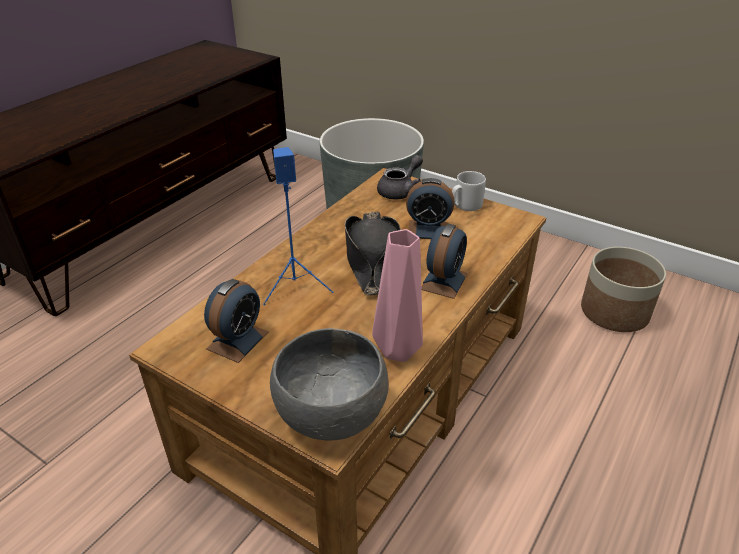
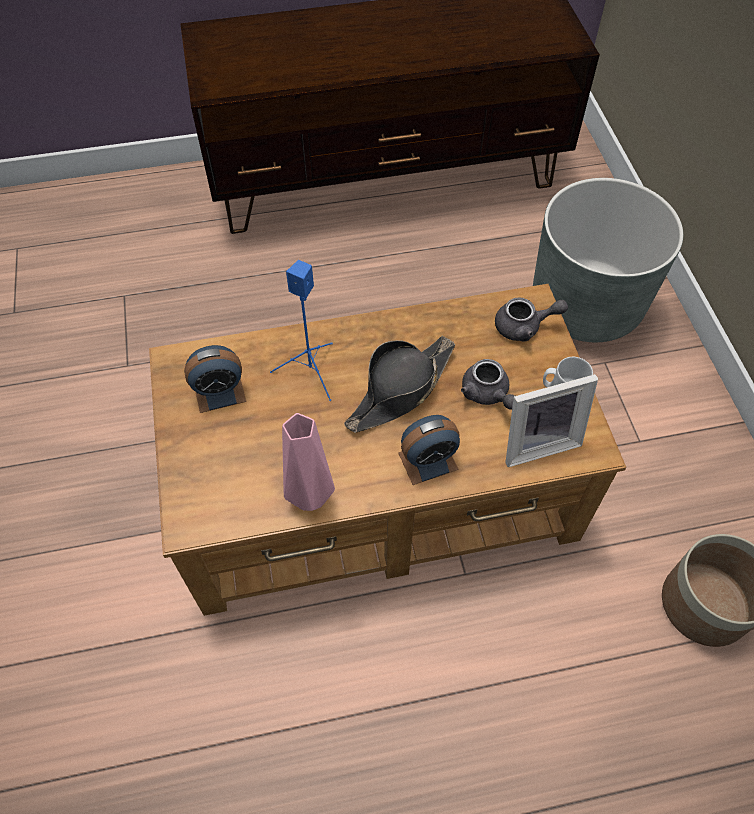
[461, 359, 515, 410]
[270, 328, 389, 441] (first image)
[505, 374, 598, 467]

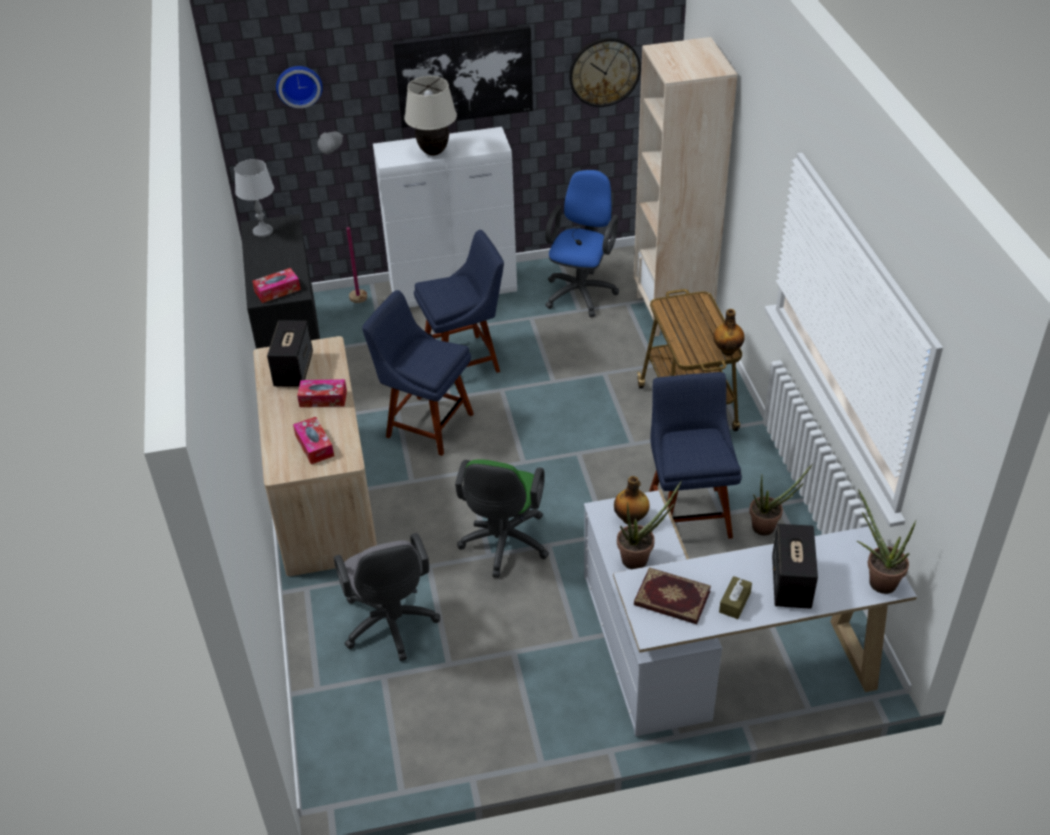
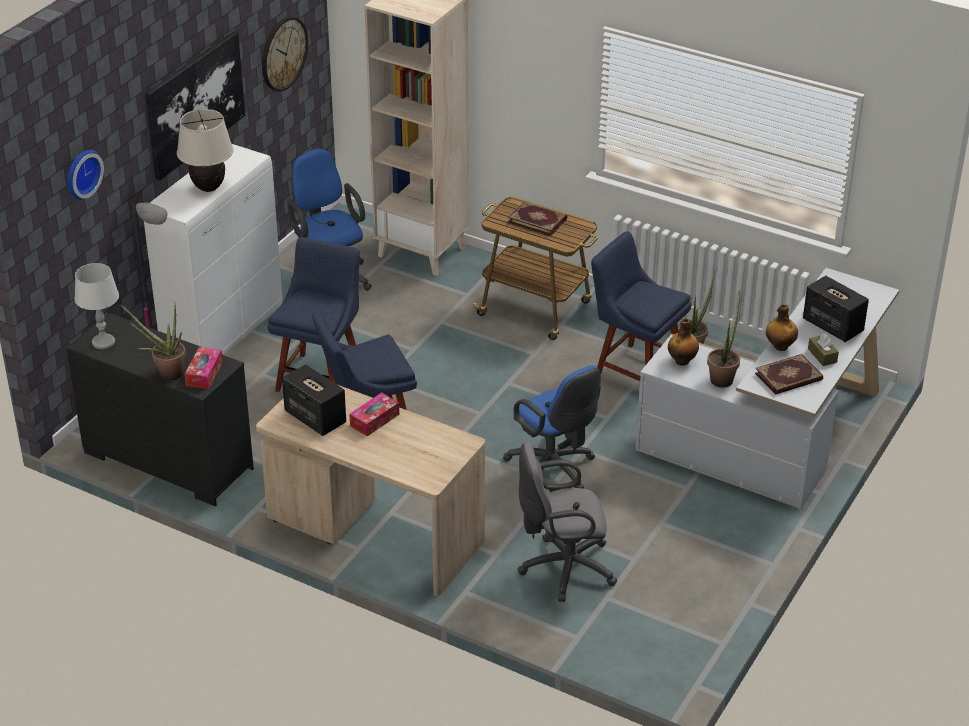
[766, 304, 798, 351]
[293, 417, 334, 464] (first image)
[503, 365, 601, 489]
[121, 302, 186, 380]
[518, 442, 617, 602]
[508, 202, 567, 236]

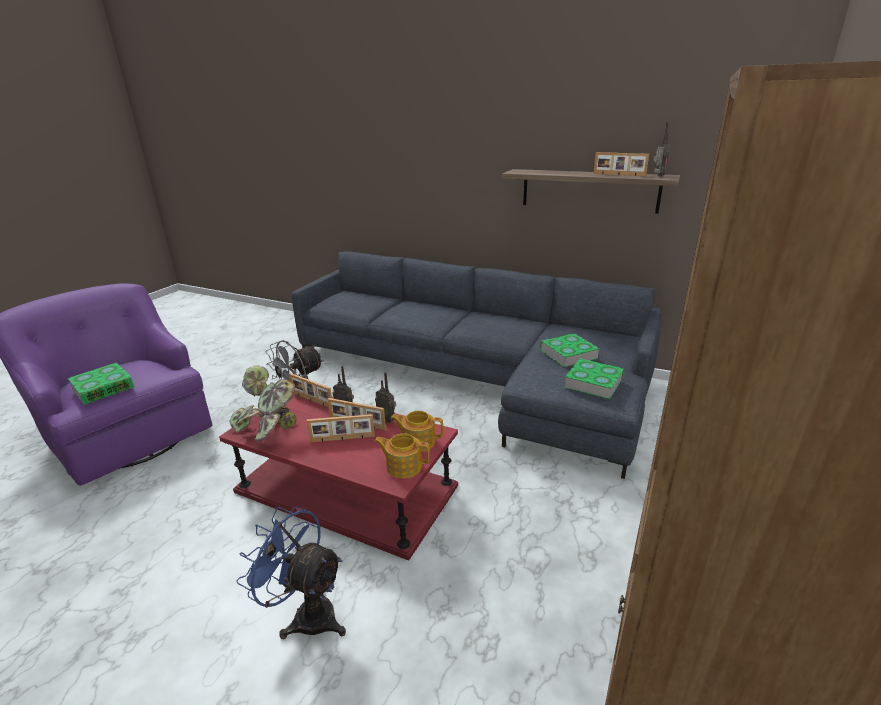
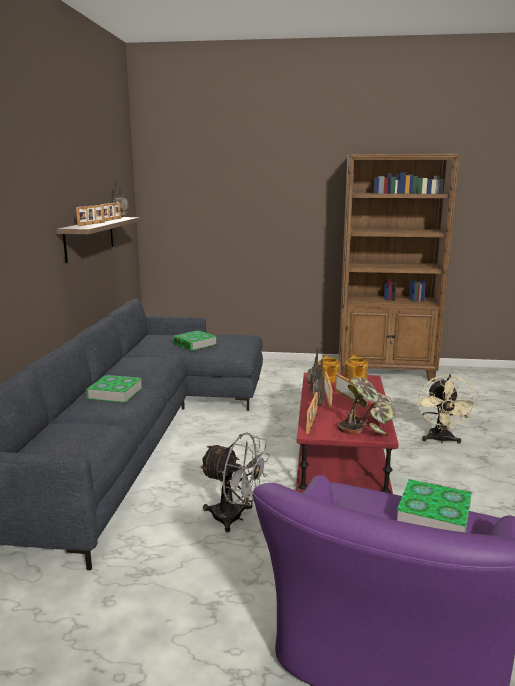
[86, 375, 142, 403]
[418, 375, 477, 444]
[76, 205, 105, 226]

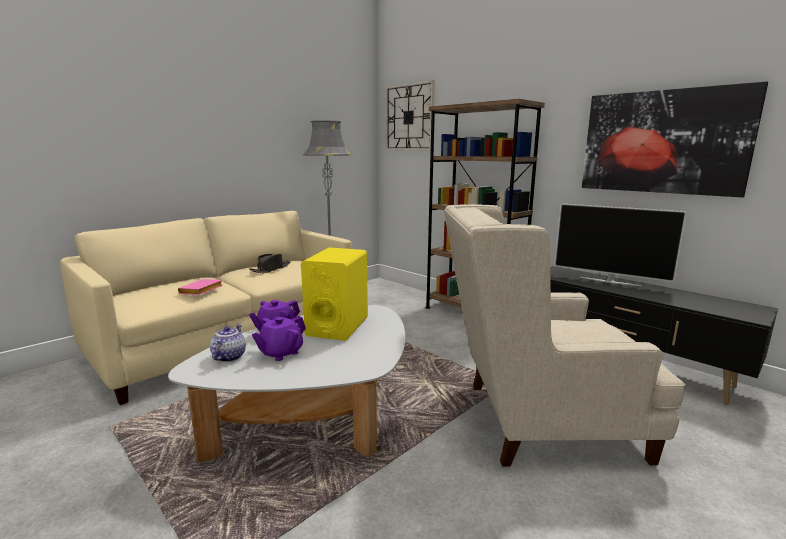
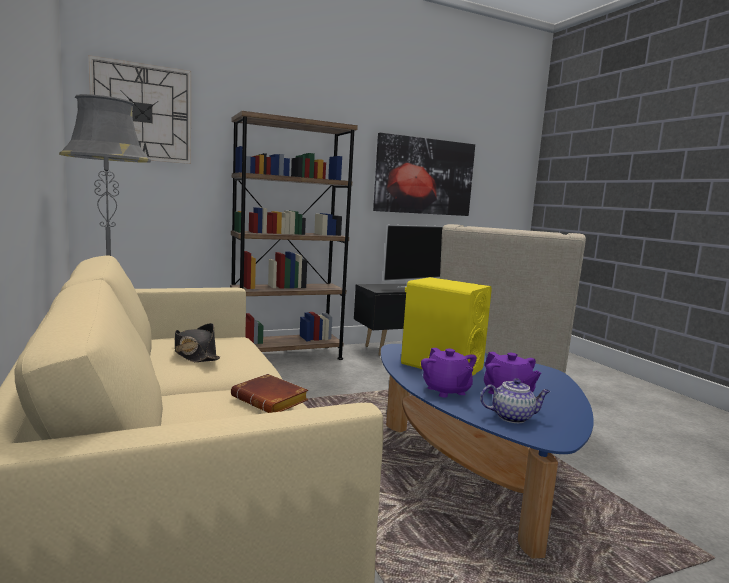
[231, 374, 308, 413]
[381, 344, 594, 559]
[480, 378, 550, 423]

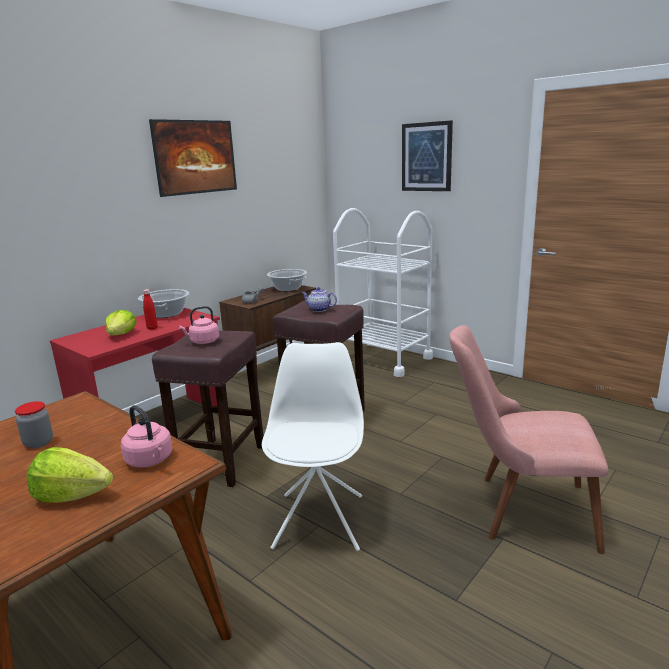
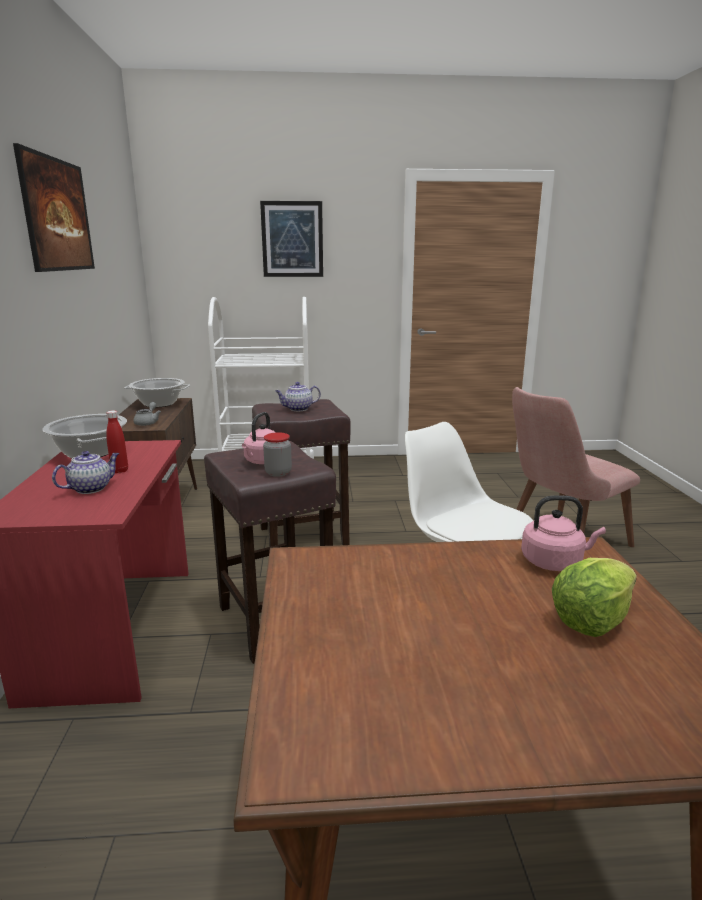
[52, 451, 119, 494]
[263, 432, 292, 477]

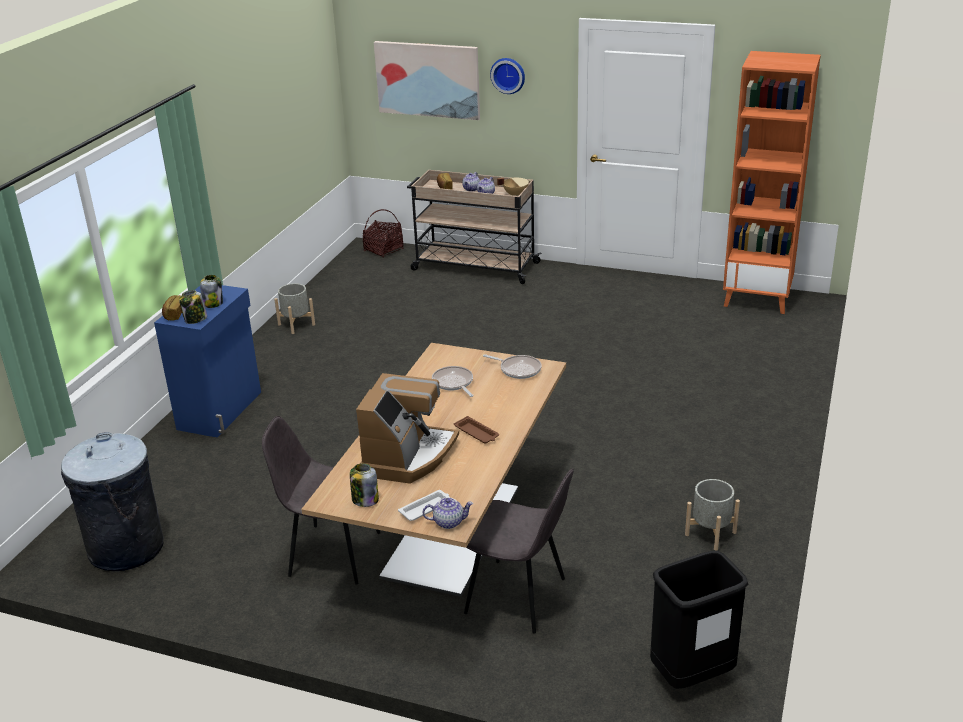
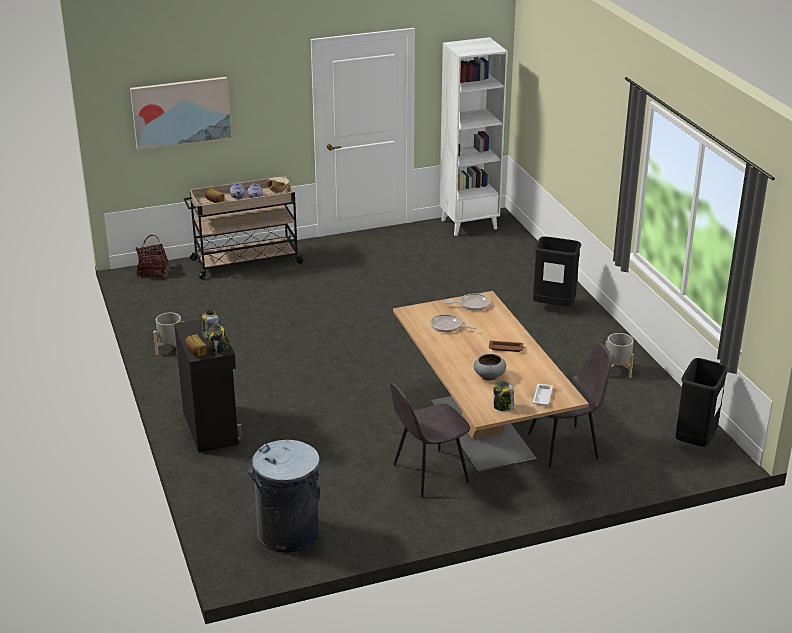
[440, 37, 508, 236]
[490, 58, 525, 94] (first image)
[174, 319, 242, 453]
[474, 354, 506, 380]
[422, 497, 473, 529] (first image)
[533, 237, 581, 306]

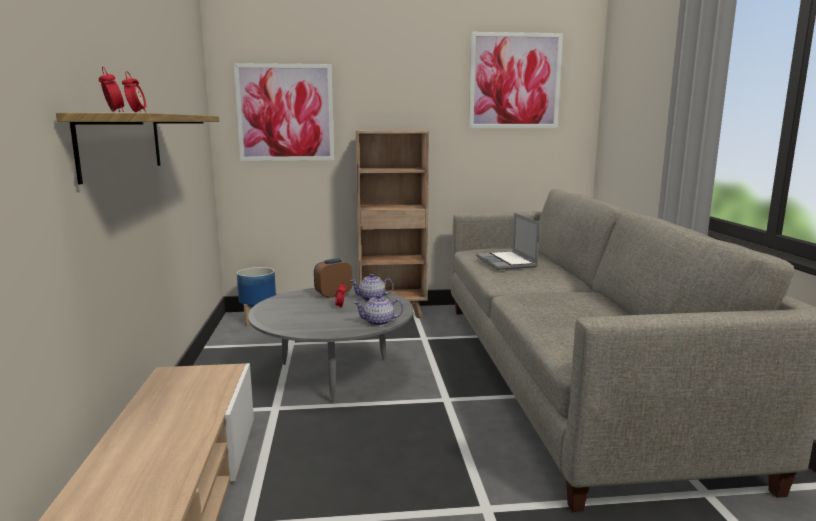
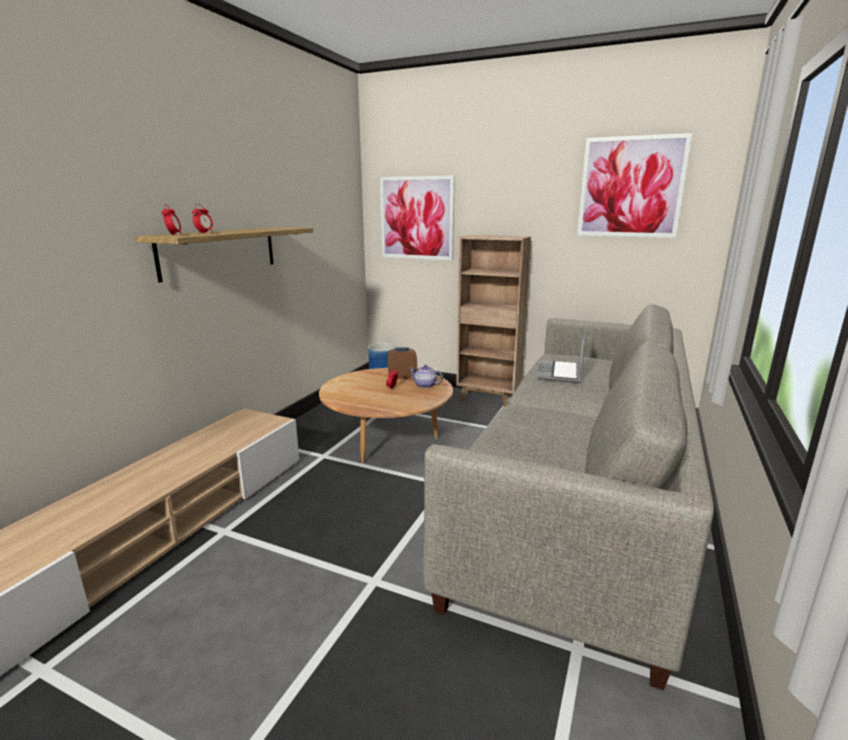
[319, 368, 453, 463]
[354, 294, 404, 326] (first image)

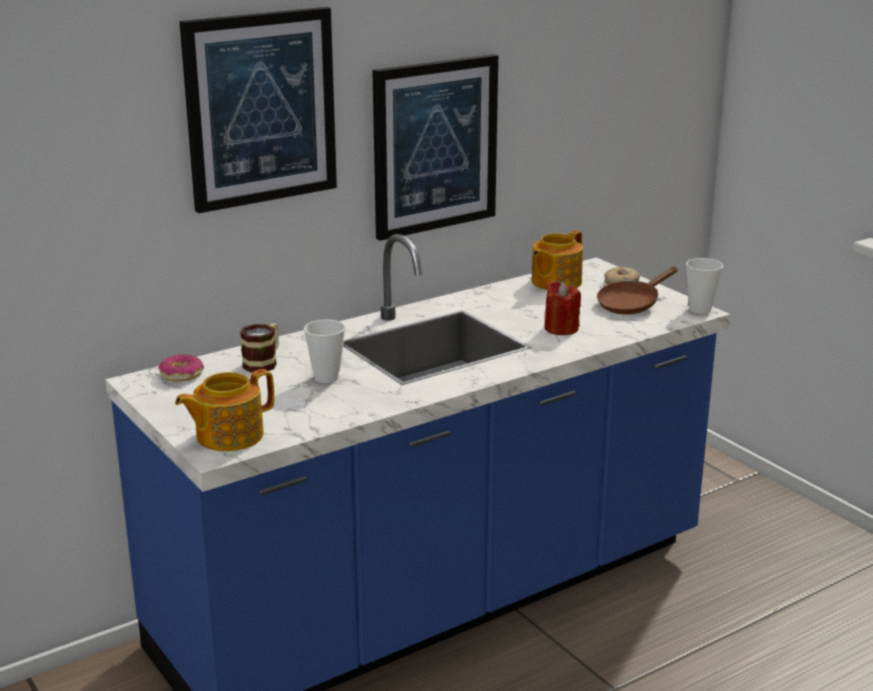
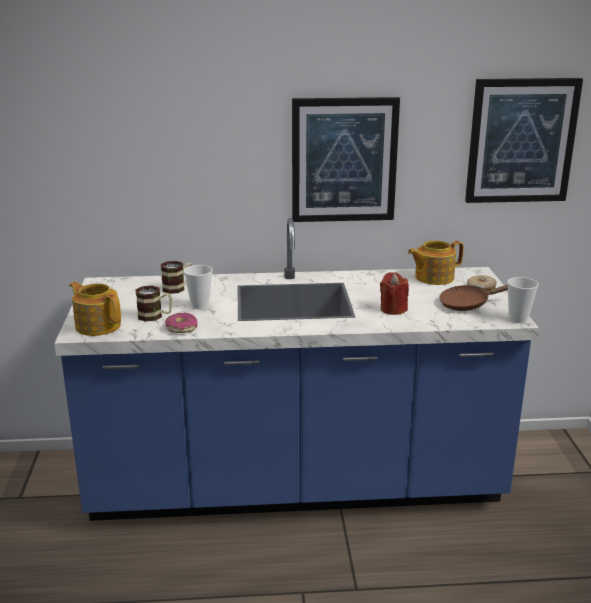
[465, 78, 583, 203]
[165, 313, 198, 333]
[69, 282, 121, 336]
[135, 285, 172, 322]

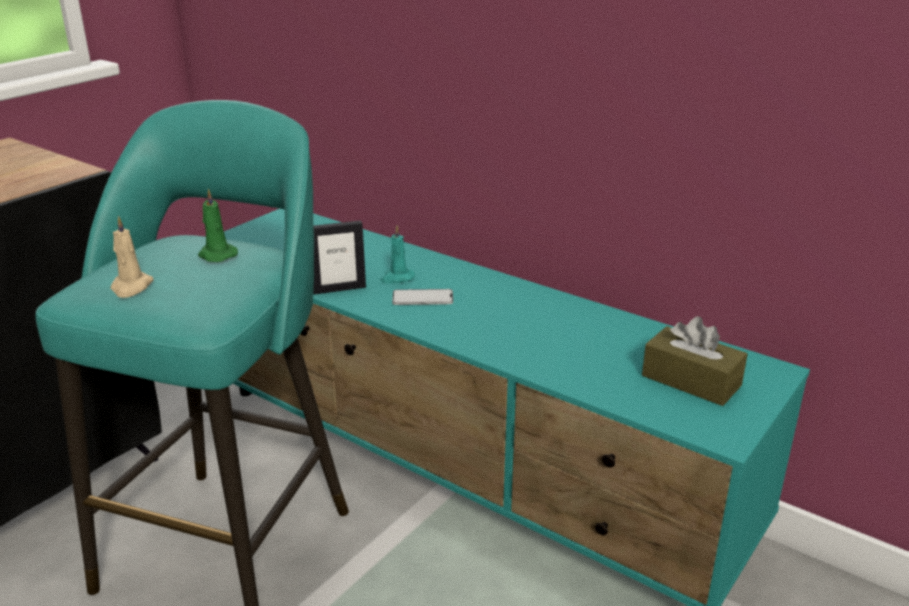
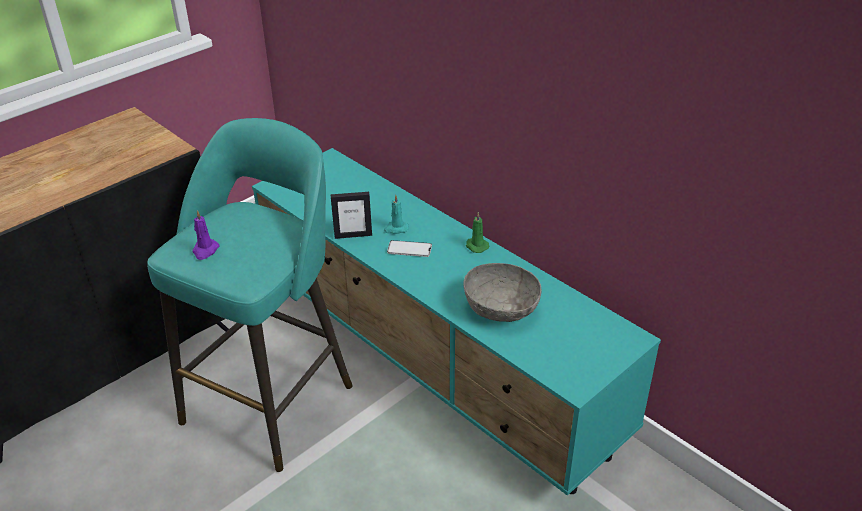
[466, 212, 489, 253]
[193, 210, 219, 260]
[642, 317, 748, 406] (first image)
[464, 263, 542, 322]

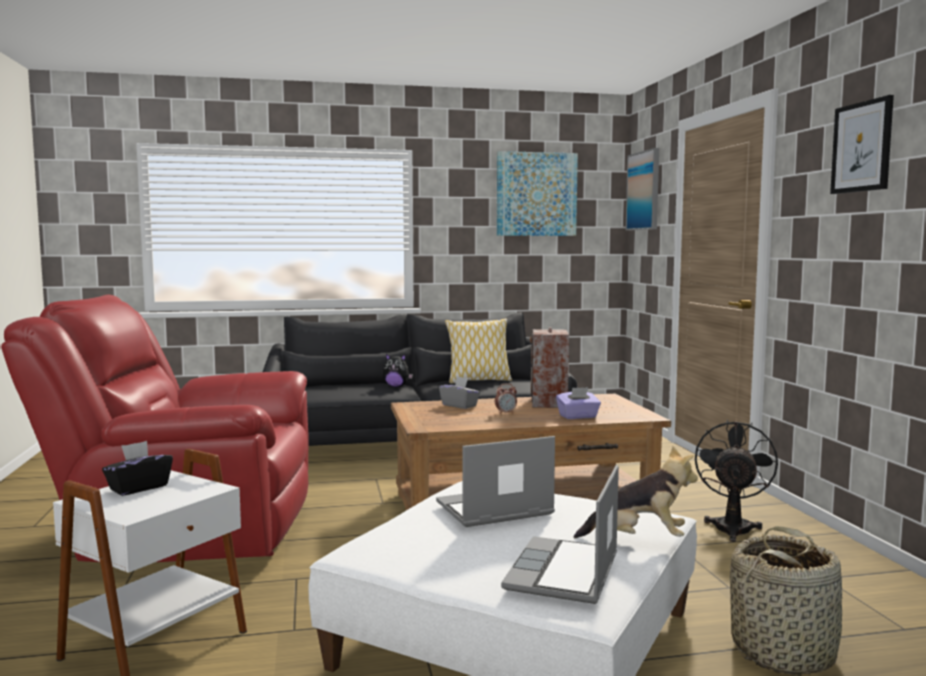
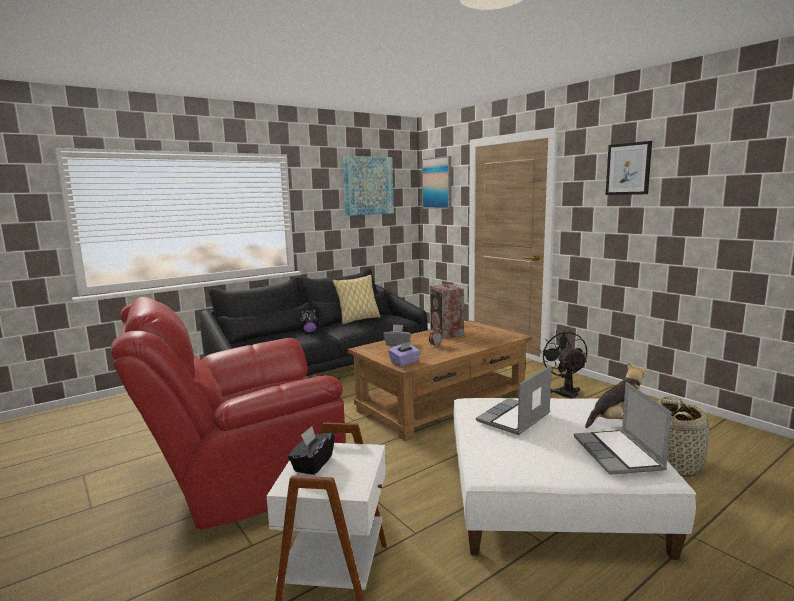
[388, 341, 420, 367]

